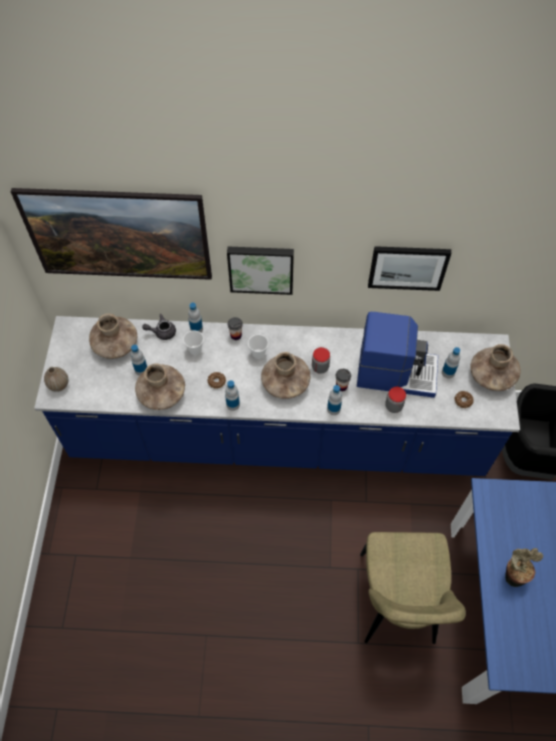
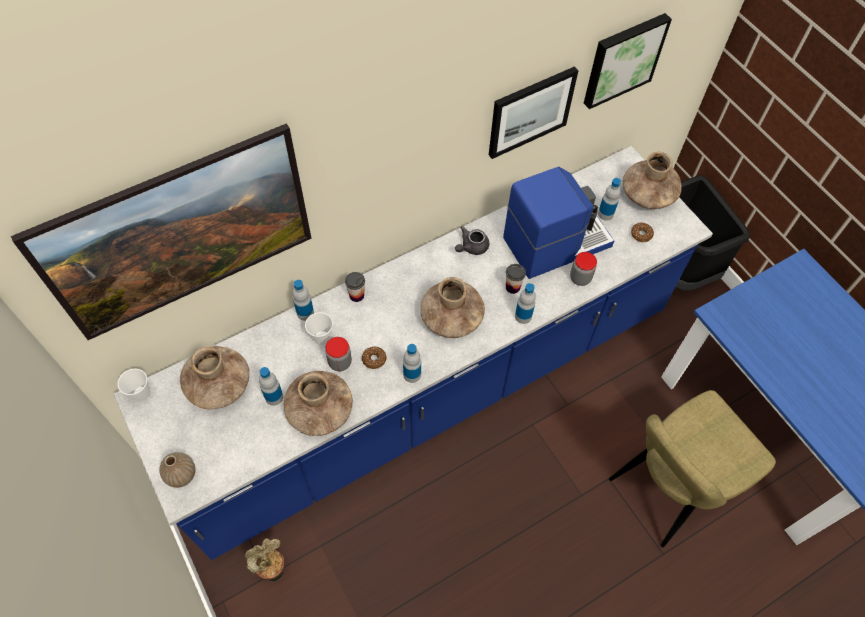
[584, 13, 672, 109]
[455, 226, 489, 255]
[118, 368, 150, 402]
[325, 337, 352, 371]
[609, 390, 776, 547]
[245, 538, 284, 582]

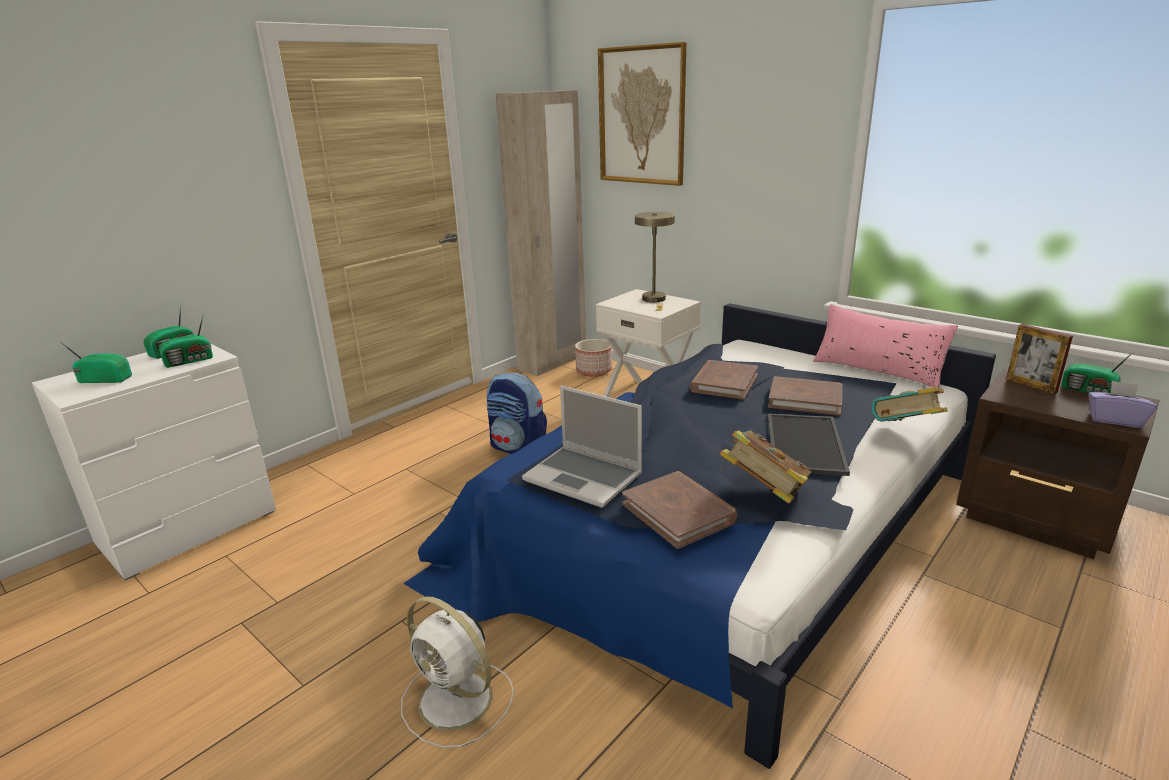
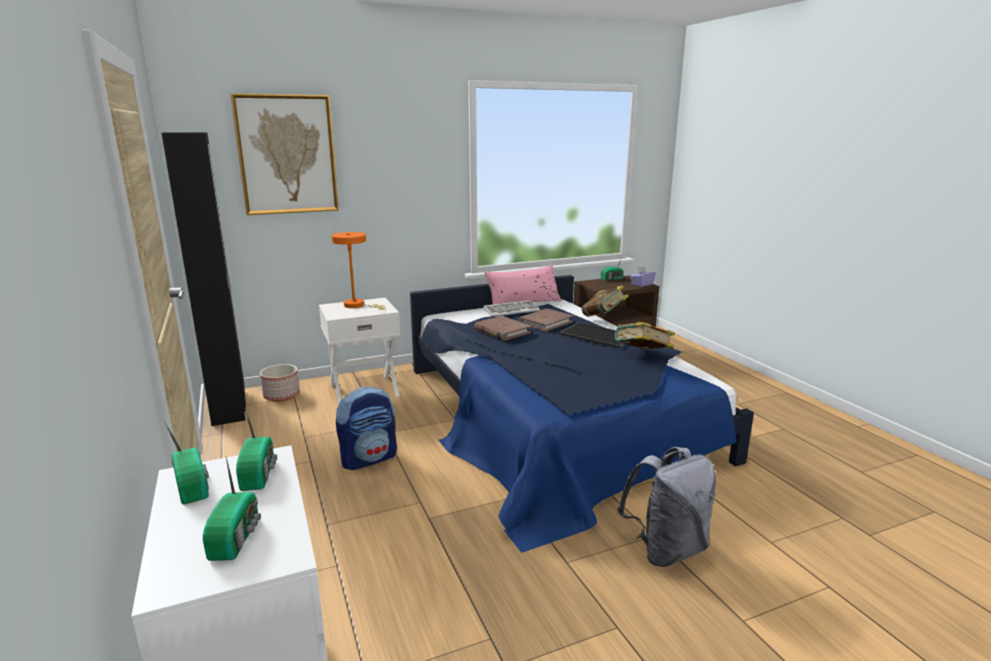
[162, 132, 246, 426]
[331, 232, 385, 310]
[1006, 324, 1073, 394] (first image)
[203, 457, 261, 561]
[522, 385, 642, 508] (first image)
[622, 471, 738, 549] (first image)
[617, 447, 716, 567]
[483, 300, 540, 317]

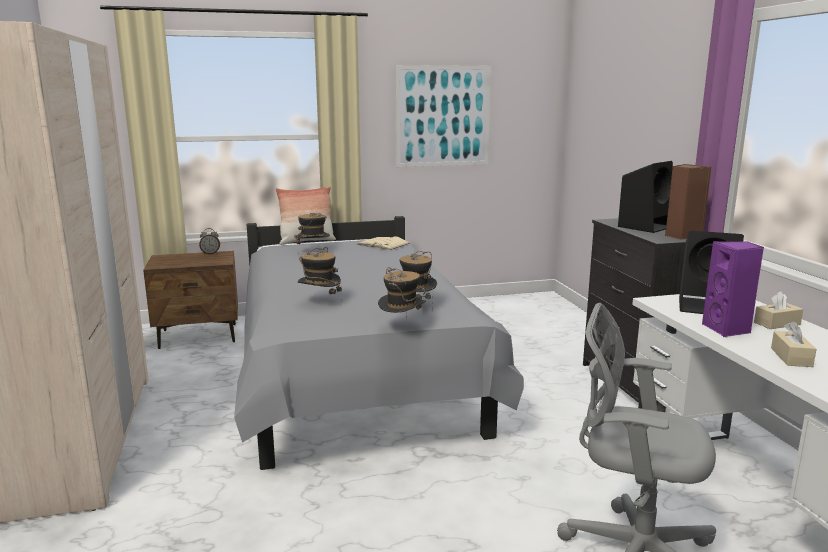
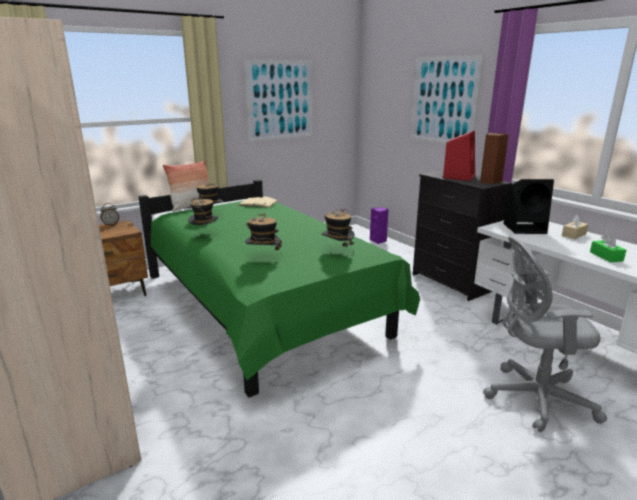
[443, 130, 475, 181]
[139, 180, 420, 397]
[370, 207, 389, 244]
[188, 197, 218, 229]
[590, 234, 626, 262]
[411, 55, 484, 144]

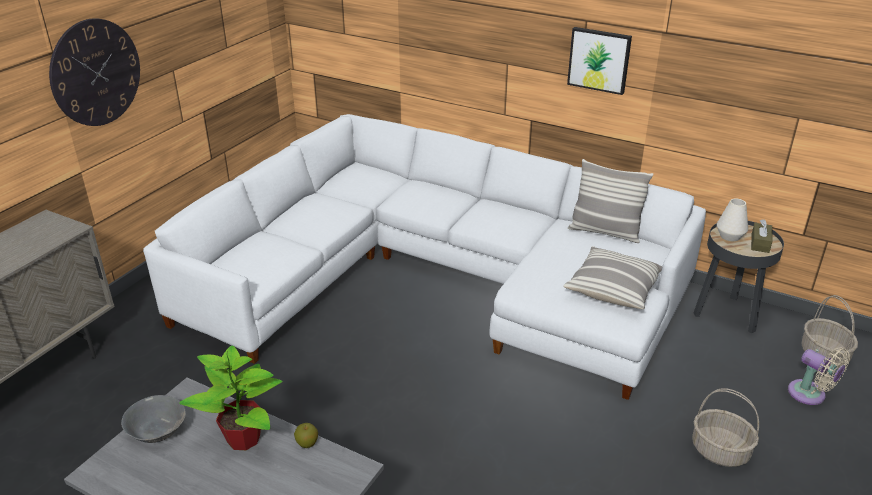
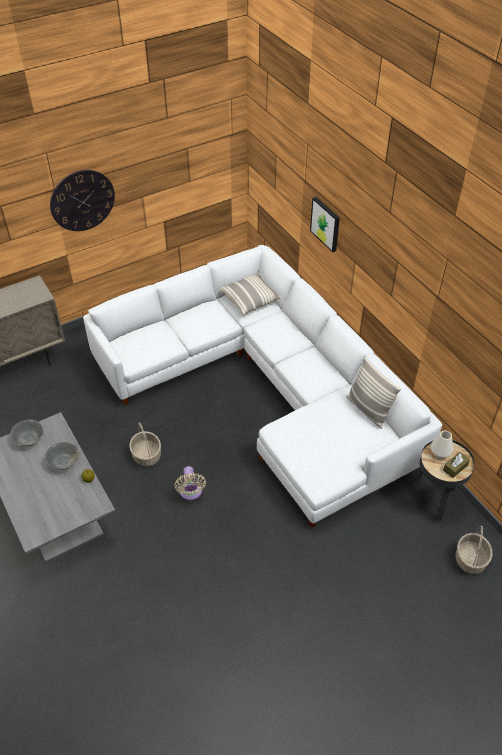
[310, 197, 340, 252]
[219, 273, 282, 315]
[45, 442, 80, 470]
[174, 466, 206, 500]
[129, 422, 161, 466]

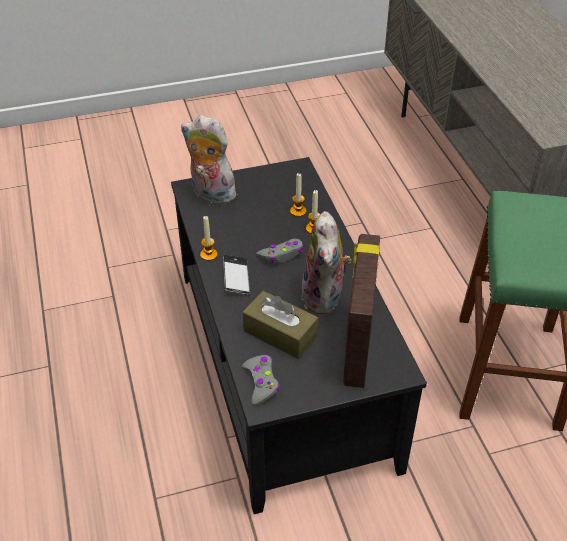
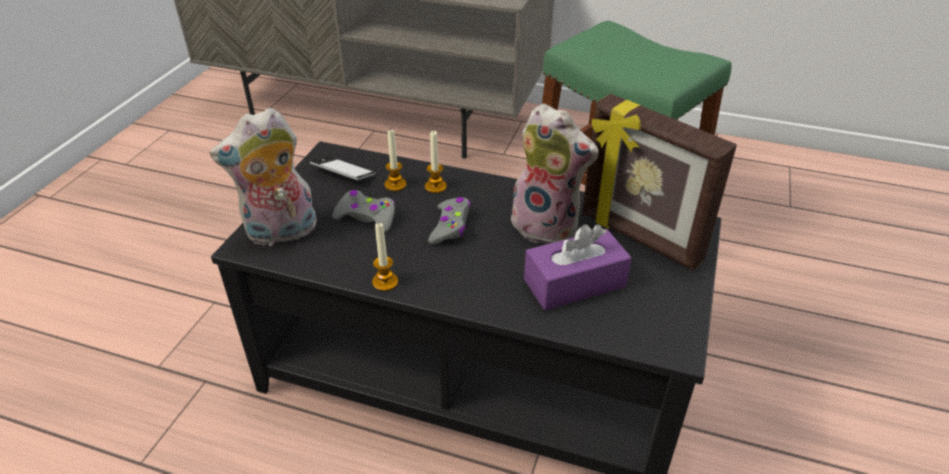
[310, 156, 375, 181]
[524, 224, 632, 310]
[332, 190, 395, 232]

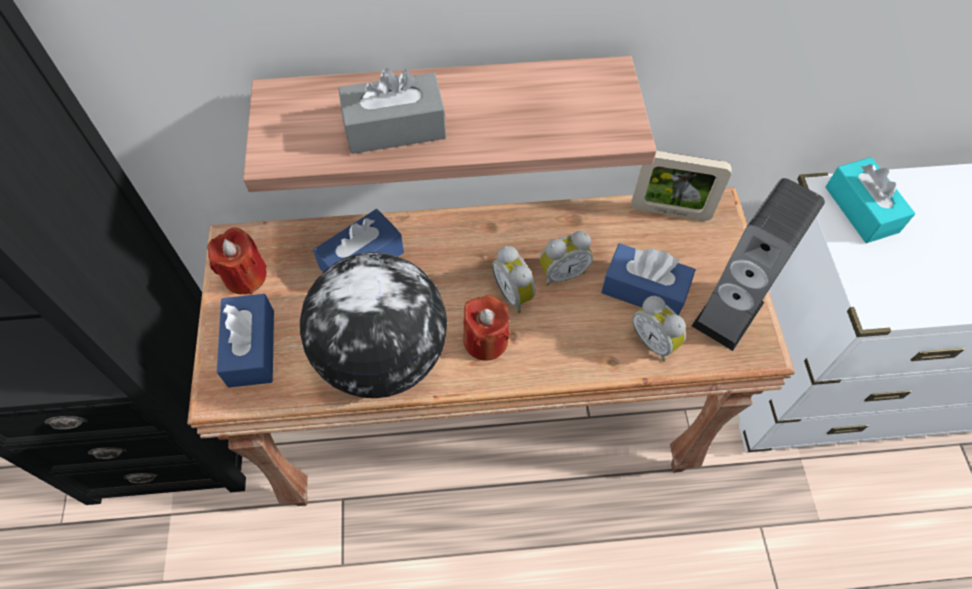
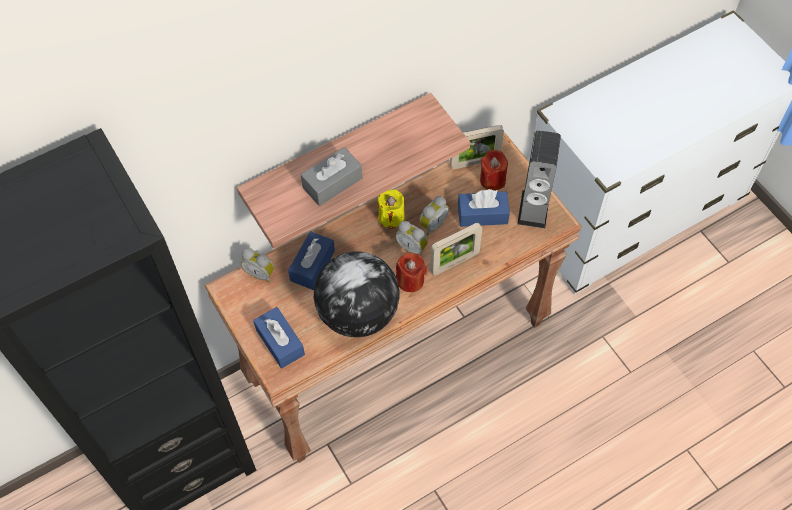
[825, 157, 915, 243] (first image)
[480, 150, 508, 191]
[241, 248, 274, 283]
[377, 189, 405, 228]
[430, 223, 482, 275]

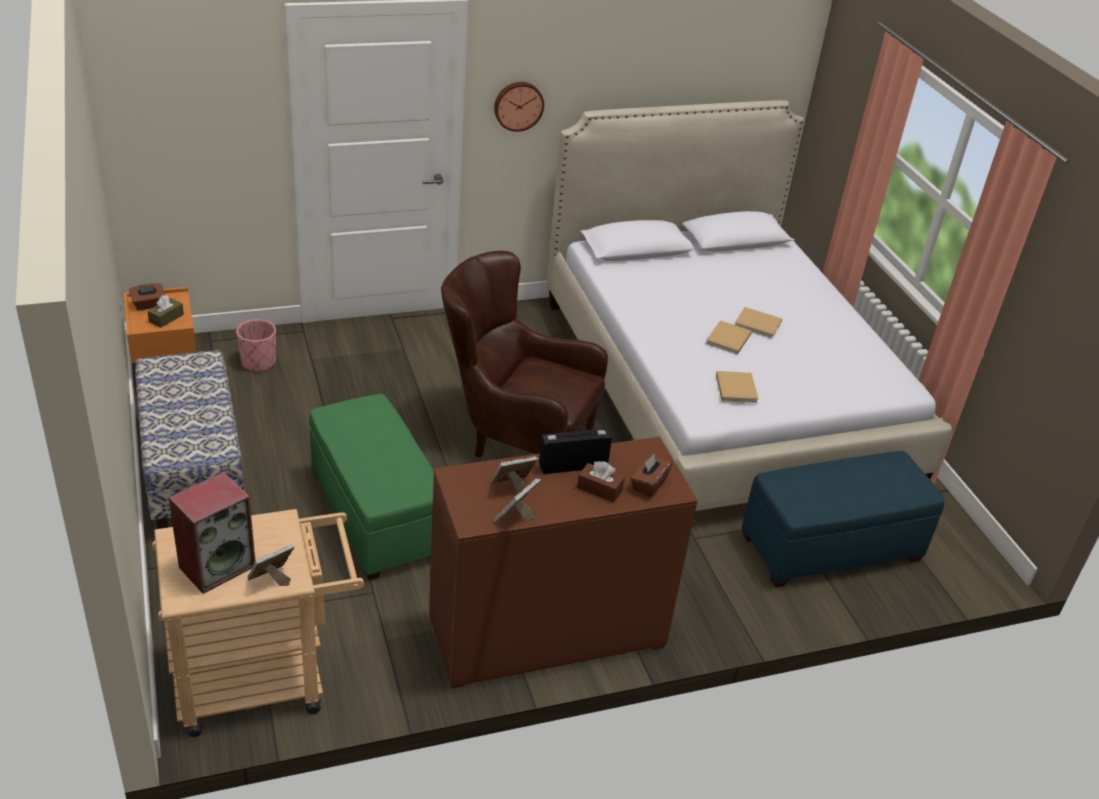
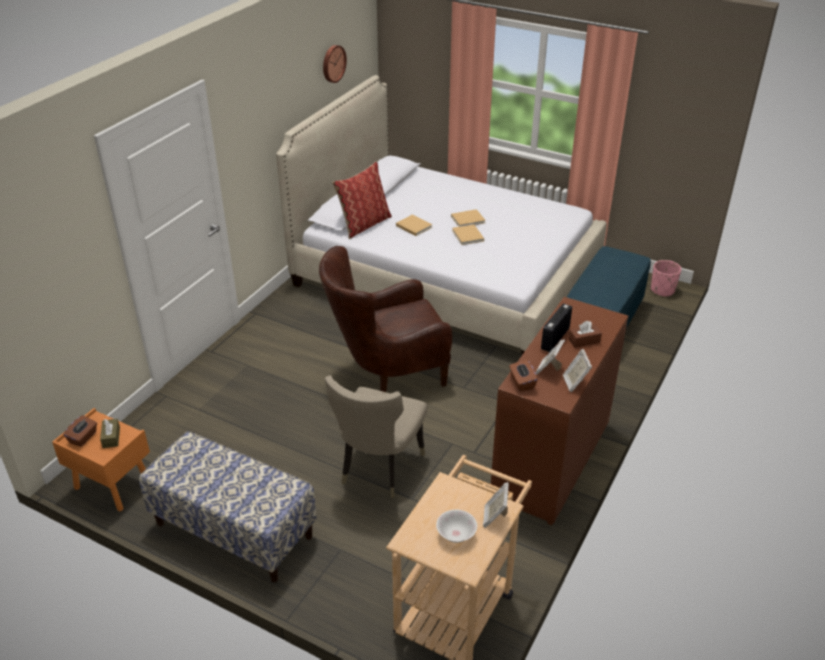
[323, 45, 347, 83]
[651, 260, 681, 297]
[396, 215, 432, 236]
[325, 375, 427, 498]
[509, 359, 538, 391]
[436, 510, 477, 543]
[332, 161, 392, 239]

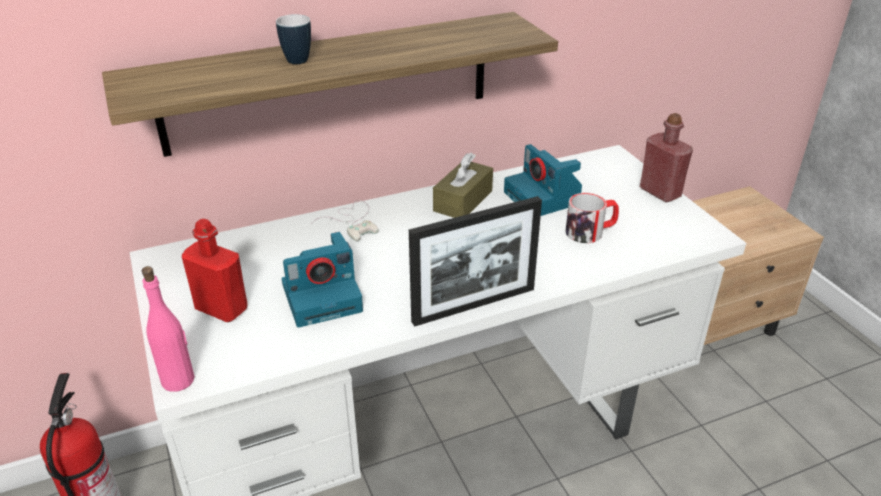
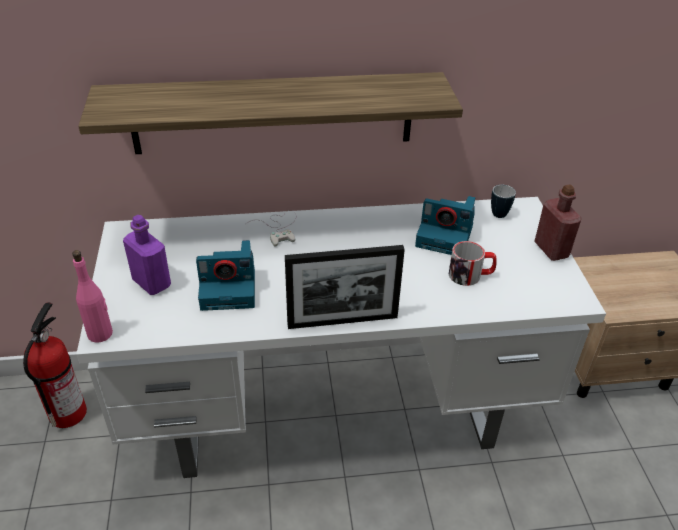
[491, 185, 516, 218]
[415, 196, 475, 255]
[433, 152, 493, 218] (first image)
[123, 215, 171, 295]

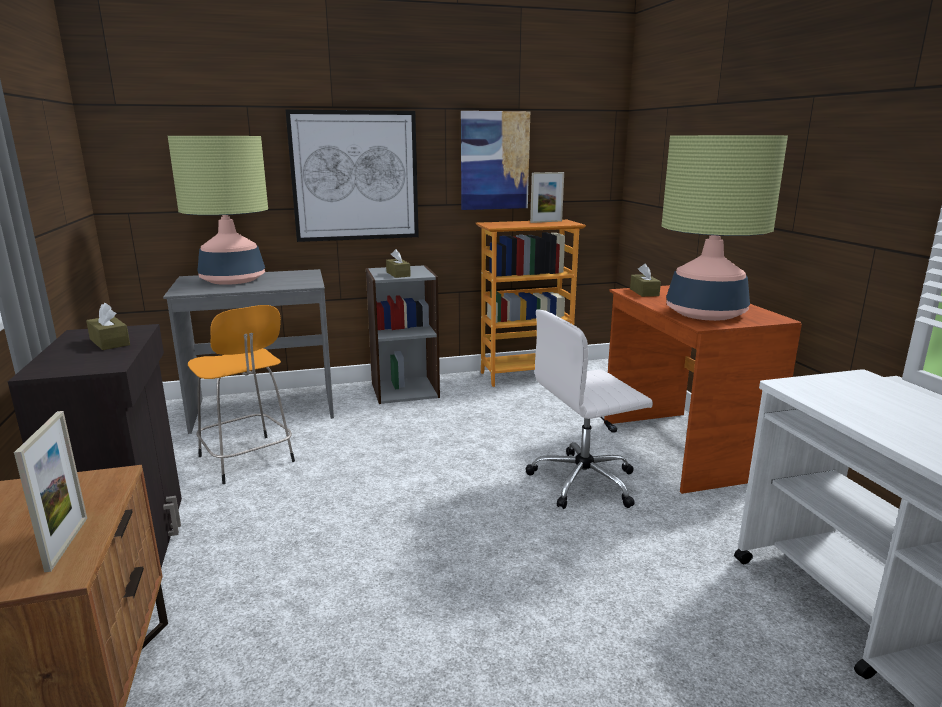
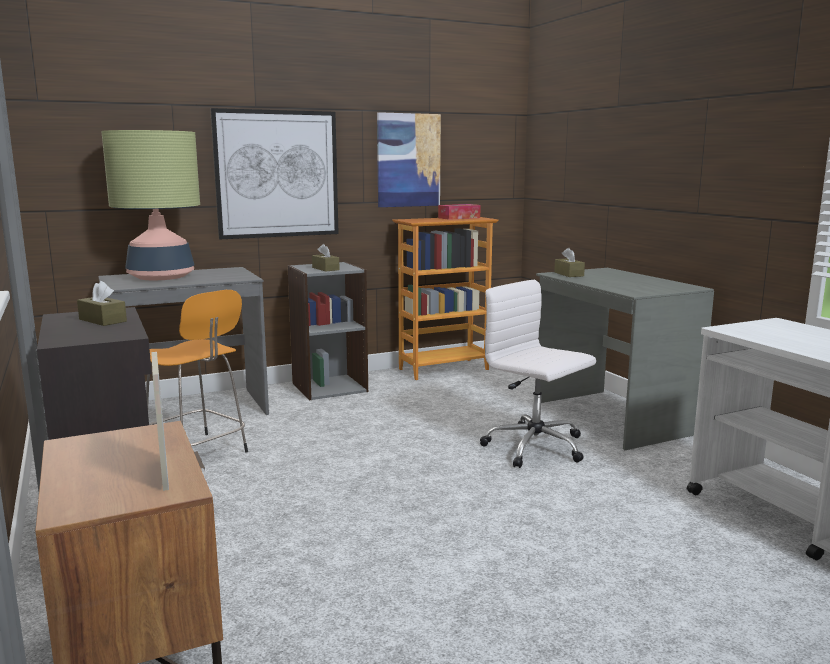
[661, 135, 788, 321] (first image)
[438, 204, 481, 220]
[536, 268, 714, 450]
[480, 280, 596, 468]

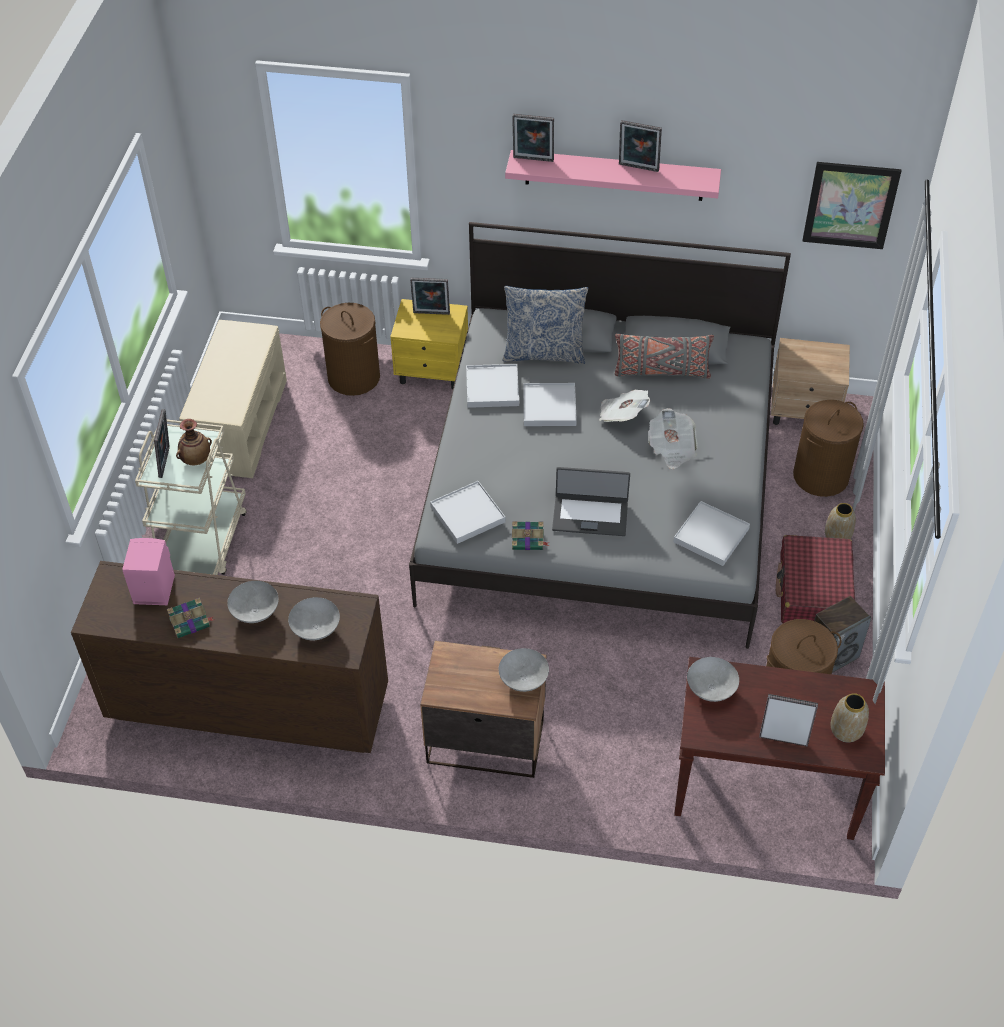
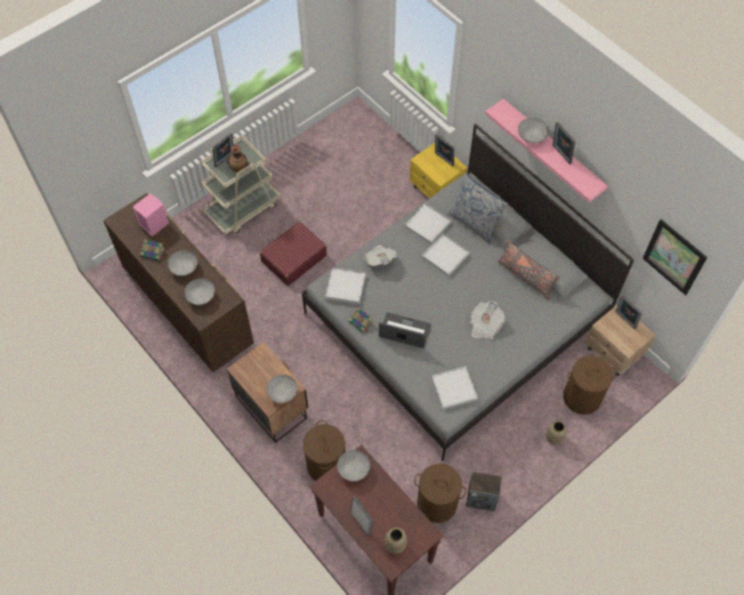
[616, 295, 642, 329]
[303, 420, 345, 481]
[179, 320, 287, 478] (first image)
[364, 245, 397, 266]
[379, 312, 431, 348]
[260, 222, 327, 286]
[518, 118, 549, 143]

